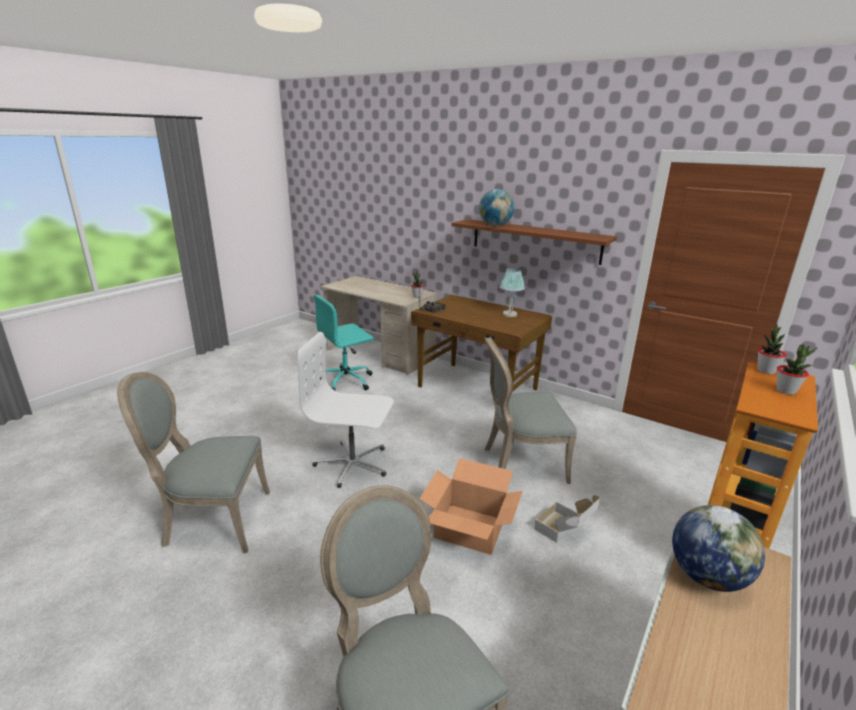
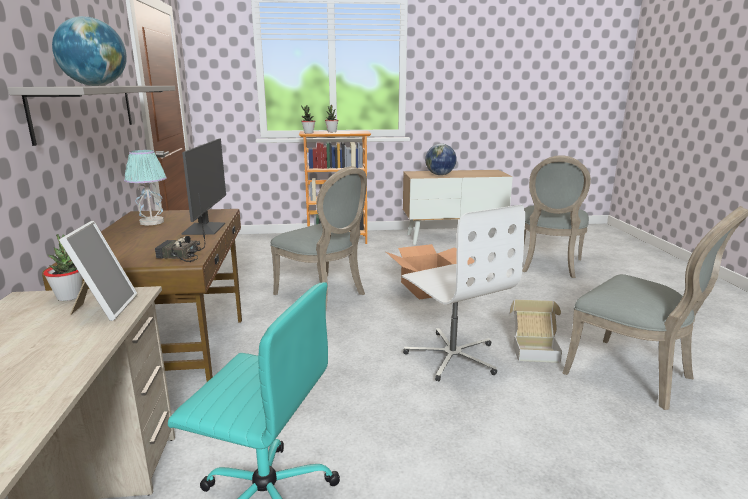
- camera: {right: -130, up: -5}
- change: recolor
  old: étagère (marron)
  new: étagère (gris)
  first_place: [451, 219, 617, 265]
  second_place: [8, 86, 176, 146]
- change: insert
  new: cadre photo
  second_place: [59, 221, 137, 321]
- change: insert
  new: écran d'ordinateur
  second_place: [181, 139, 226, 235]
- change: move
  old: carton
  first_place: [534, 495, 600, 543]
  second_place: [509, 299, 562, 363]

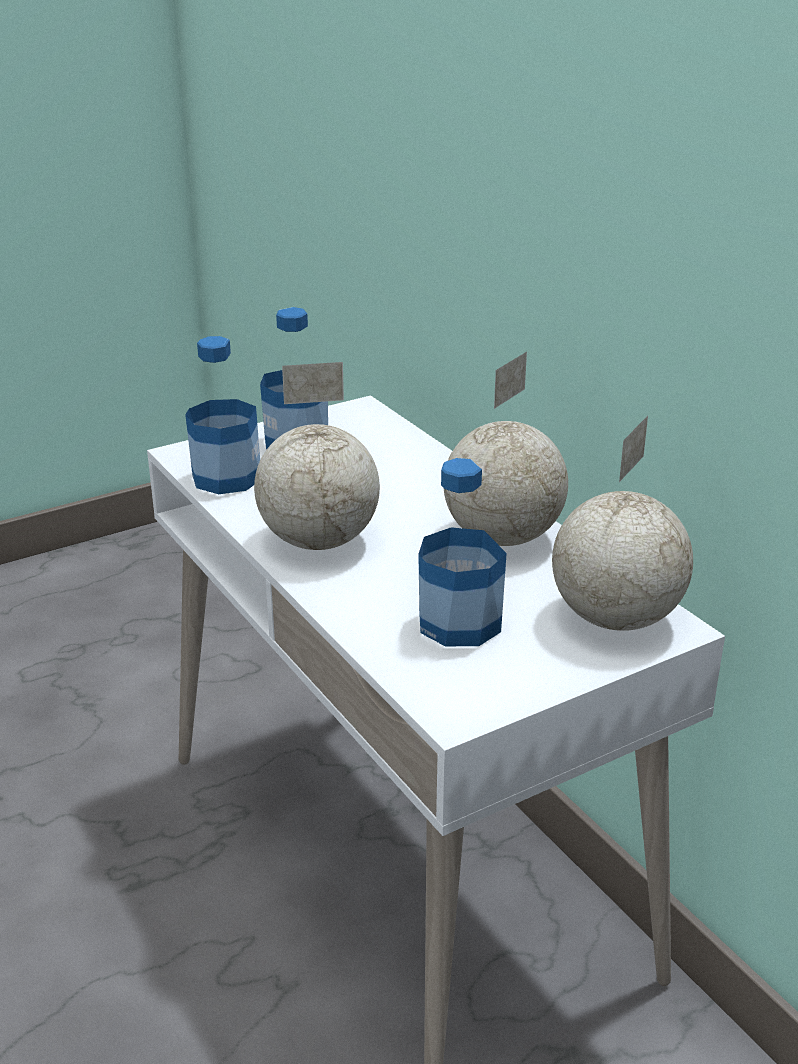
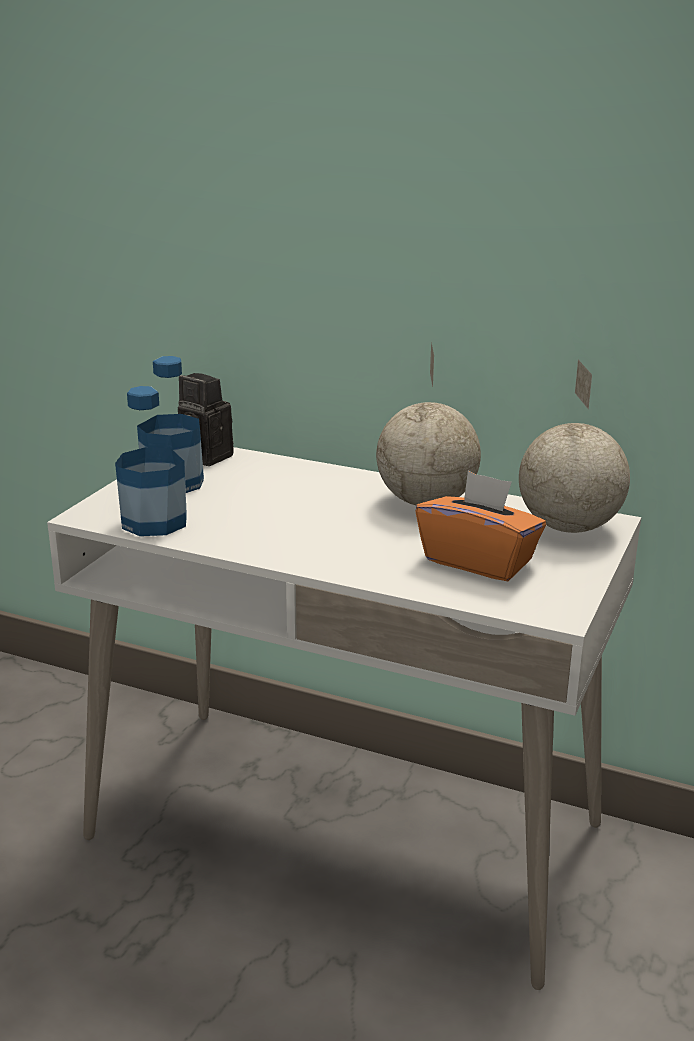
- camera: {right: -35, up: -5}
- change: insert
  new: appareil photo
  second_place: [178, 373, 234, 466]
- change: replace
  old: bouteille
  new: boîte à mouchoirs (orange)
  first_place: [418, 458, 507, 646]
  second_place: [416, 471, 546, 581]
- change: delete
  old: globe
  first_place: [254, 362, 380, 550]

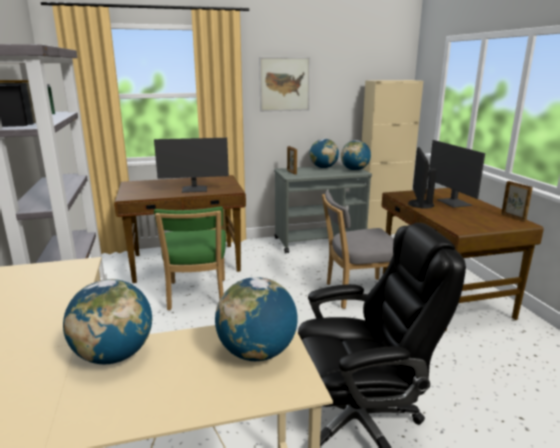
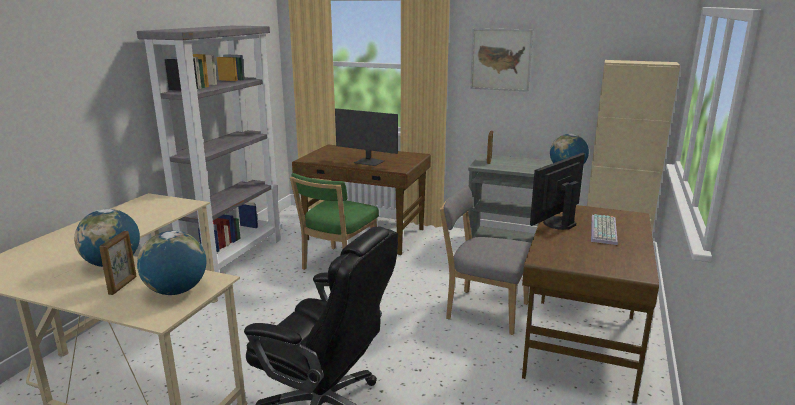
- camera: {right: 35, up: 0}
- change: move
  old: cadre photo
  first_place: [501, 181, 533, 222]
  second_place: [99, 231, 137, 295]
- change: replace
  old: écran d'ordinateur
  new: clavier
  first_place: [428, 140, 485, 208]
  second_place: [591, 214, 618, 245]
- change: delete
  old: globe
  first_place: [310, 139, 339, 168]

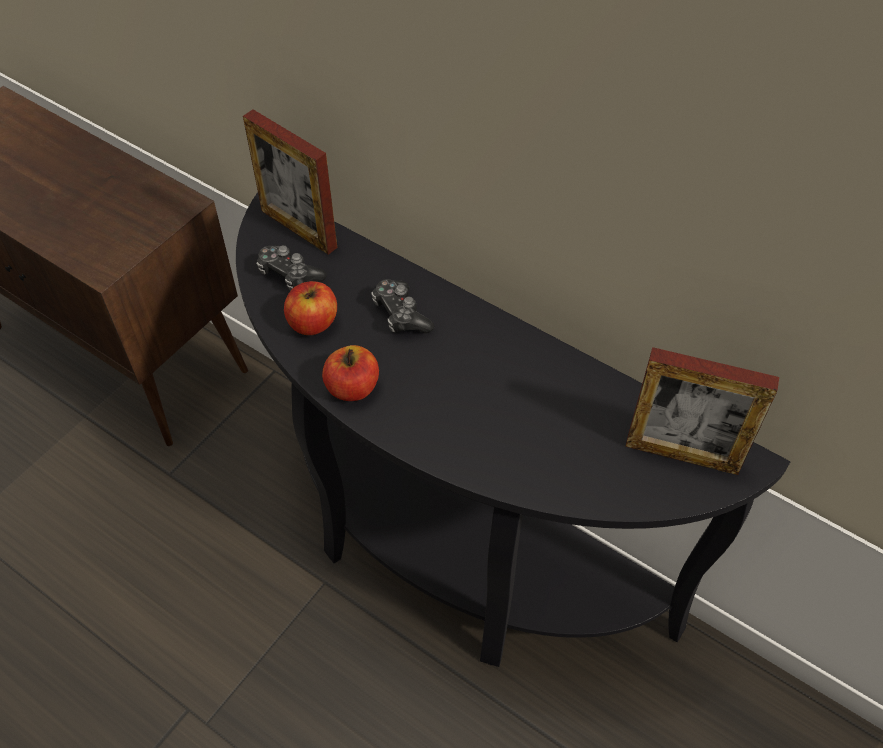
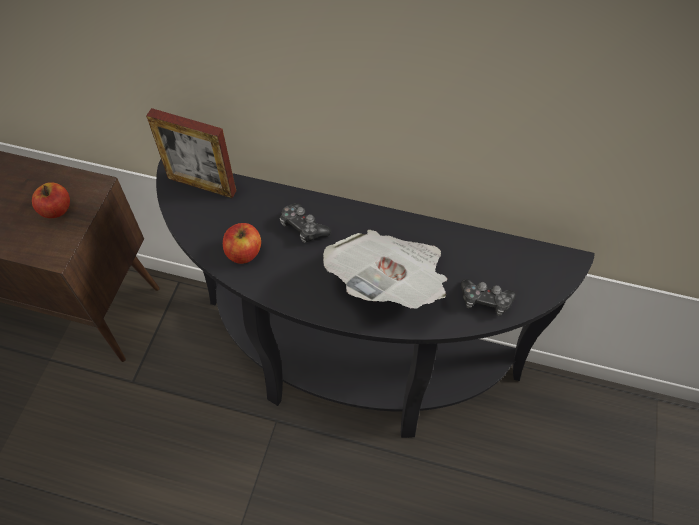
- camera: {right: -20, up: 5}
- change: move
  old: pomme
  first_place: [322, 345, 379, 401]
  second_place: [32, 182, 70, 218]
- change: insert
  new: journal
  second_place: [323, 230, 447, 308]
- change: move
  old: manette
  first_place: [256, 245, 327, 291]
  second_place: [461, 279, 516, 316]
- change: delete
  old: cadre photo
  first_place: [625, 347, 779, 475]

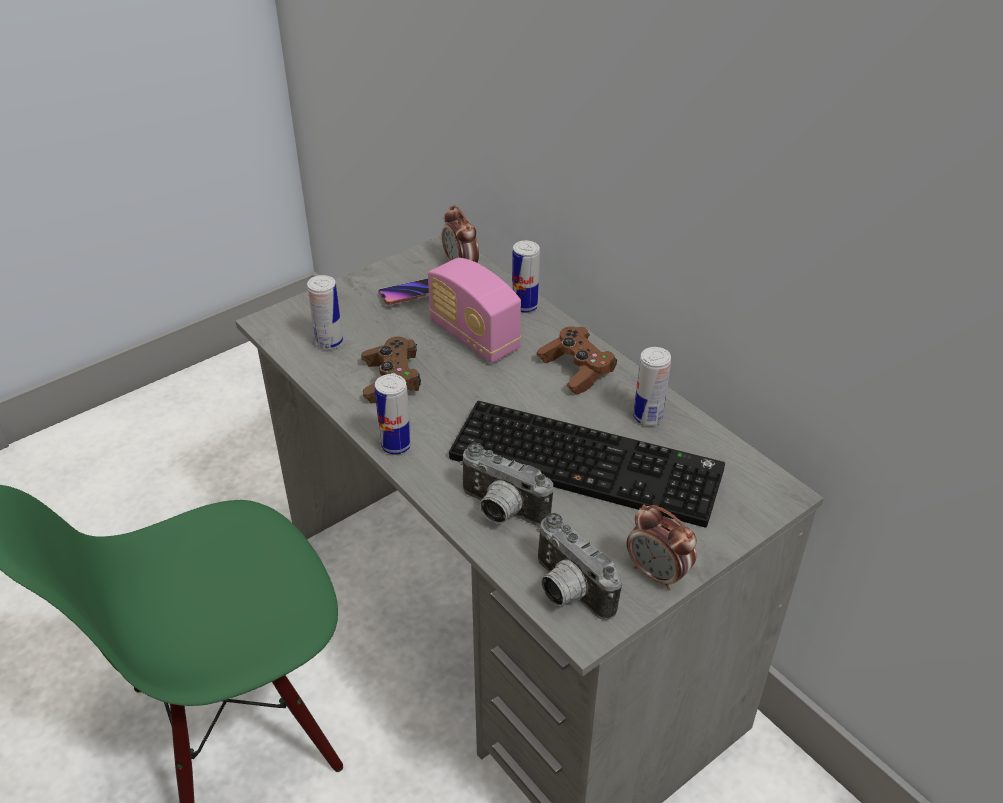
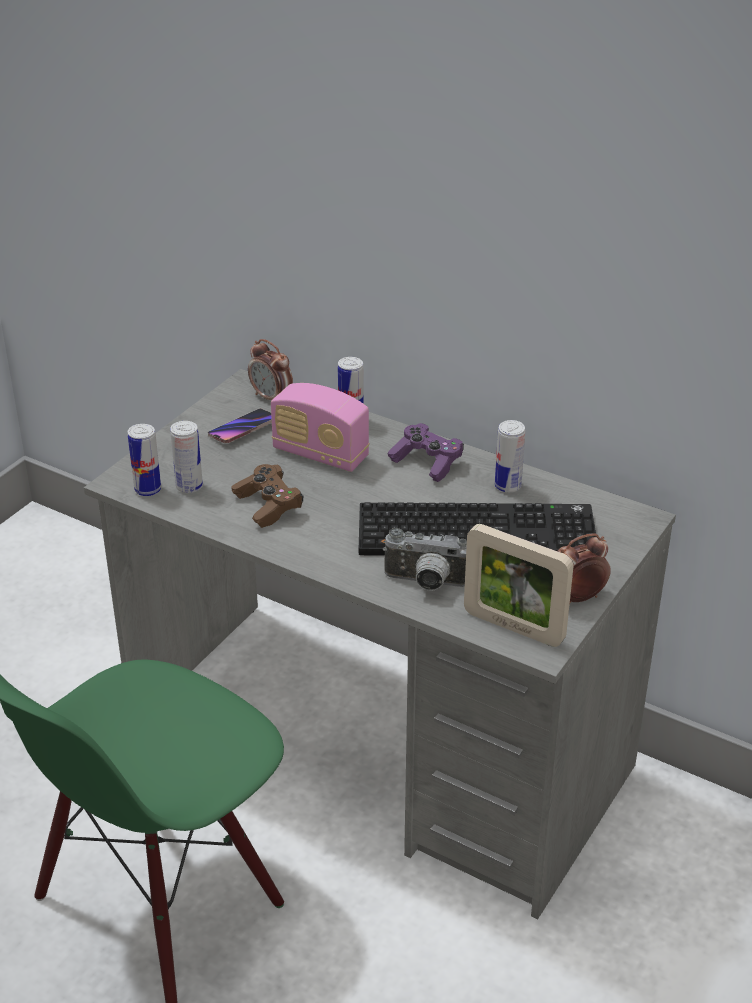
- camera: {right: -20, up: -5}
- change: move
  old: boîte métallique
  first_place: [375, 374, 411, 455]
  second_place: [128, 424, 161, 496]
- change: recolor
  old: manette (marron)
  new: manette (violet)
  first_place: [537, 326, 617, 395]
  second_place: [388, 423, 464, 482]
- change: replace
  old: appareil photo
  new: cadre photo
  first_place: [537, 513, 622, 620]
  second_place: [464, 524, 574, 647]
- change: rotate
  old: réveil
  first_place: [627, 505, 697, 591]
  second_place: [557, 533, 611, 603]
  degrees: 135

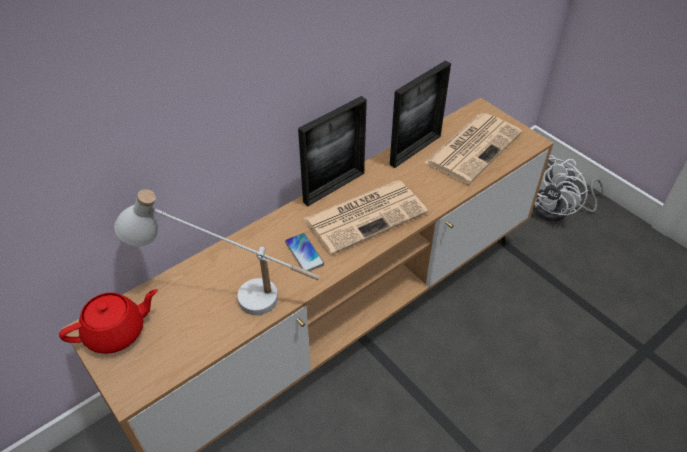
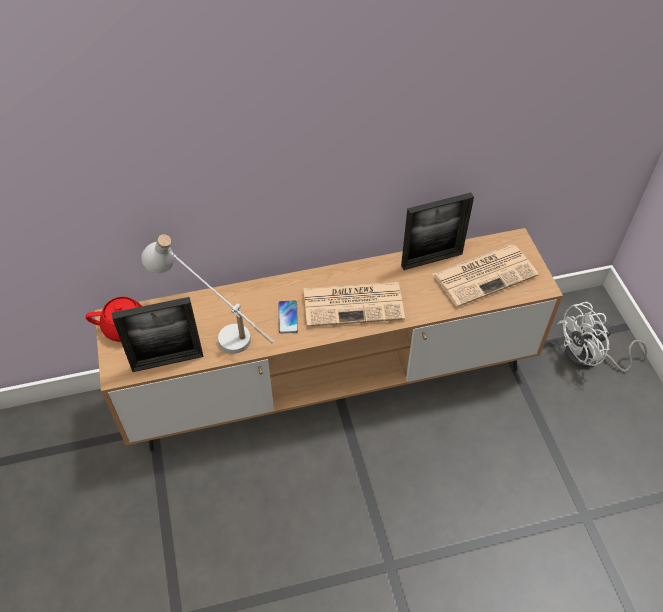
- camera: {right: 25, up: 5}
- change: move
  old: cadre photo
  first_place: [298, 96, 367, 206]
  second_place: [112, 297, 203, 372]

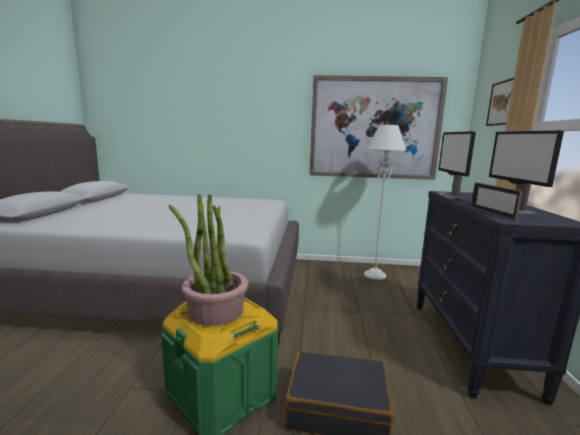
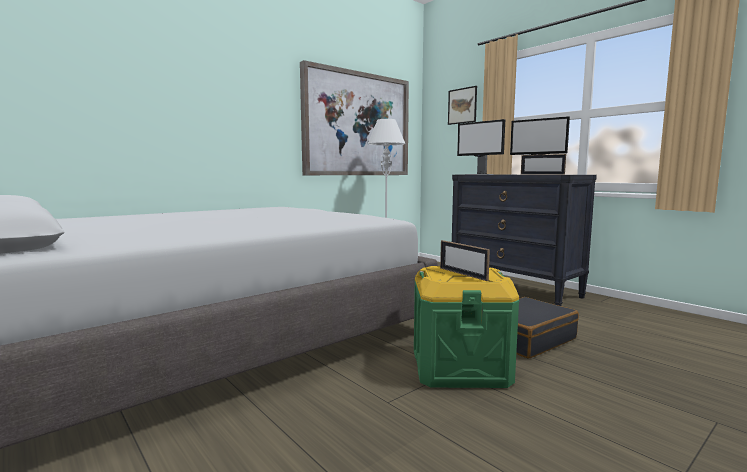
- camera: {right: -45, up: -5}
- change: replace
  old: plante en pot
  new: cadre photo
  first_place: [168, 194, 248, 326]
  second_place: [440, 240, 490, 281]

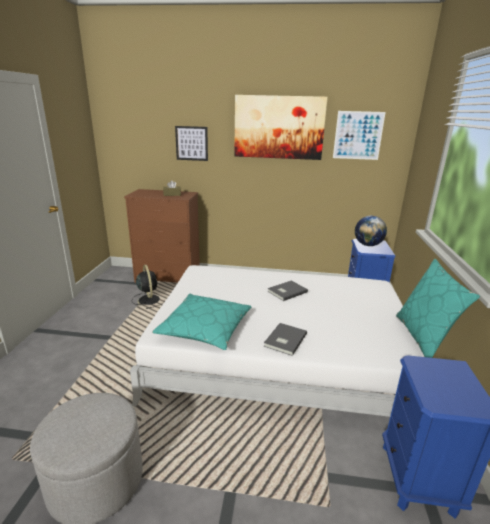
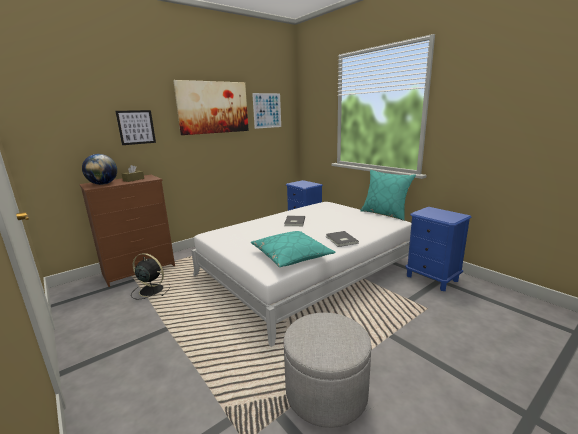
- camera: {right: -45, up: -5}
- change: move
  old: globe
  first_place: [355, 216, 387, 246]
  second_place: [82, 154, 117, 185]

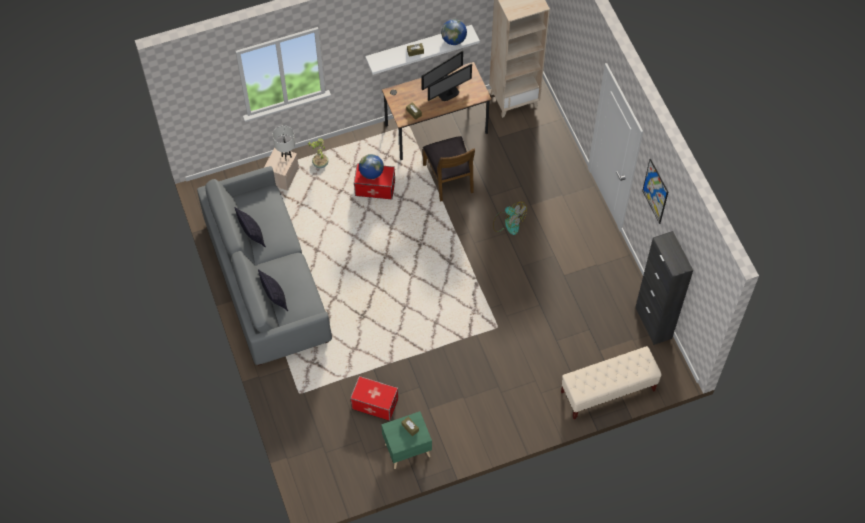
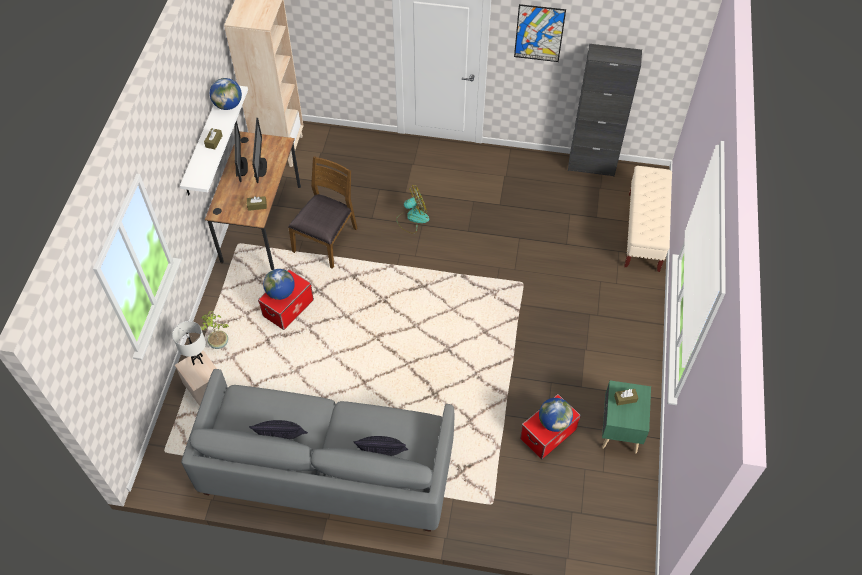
- camera: {right: -60, up: -5}
- change: rotate
  old: chaise (marron)
  first_place: [423, 136, 475, 202]
  second_place: [288, 156, 358, 269]
  degrees: -75
- change: insert
  new: globe
  second_place: [539, 398, 573, 432]

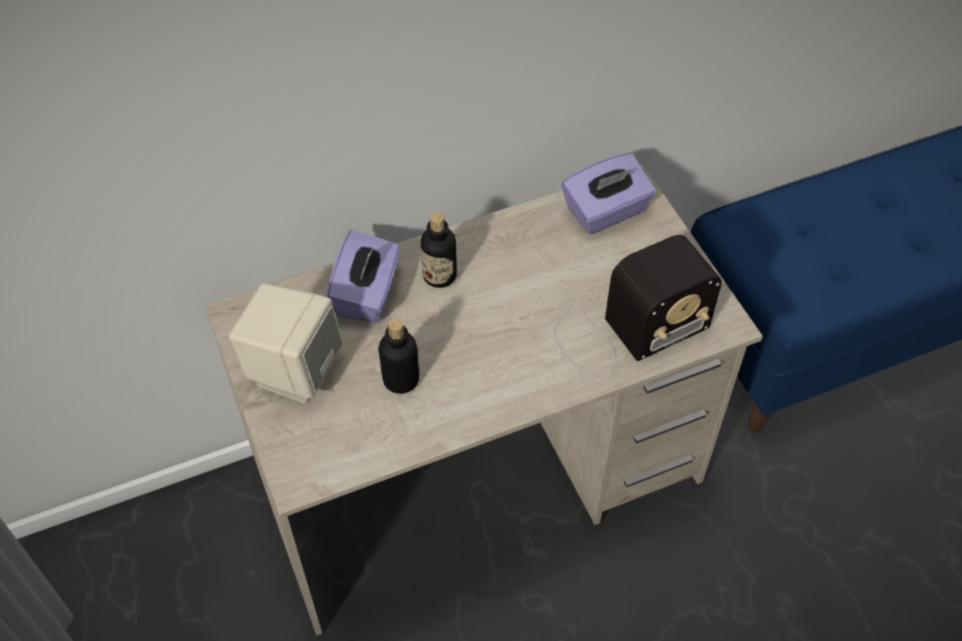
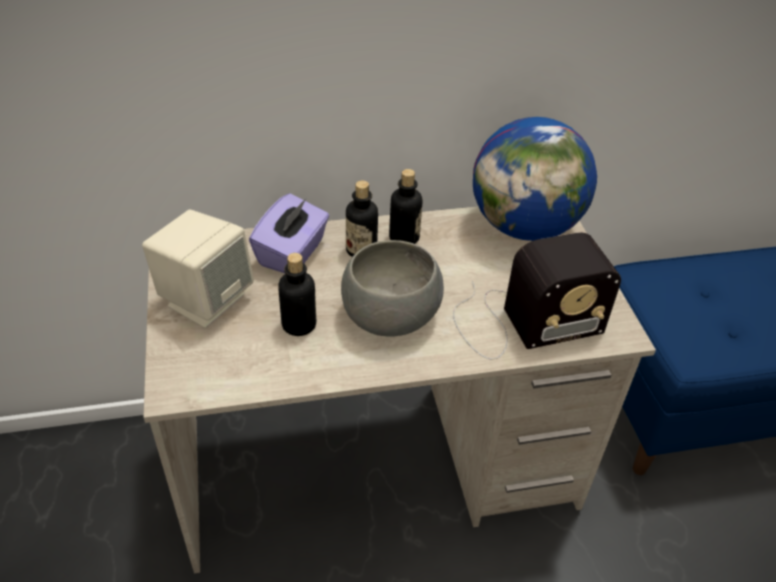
- camera: {right: 10, up: -10}
- change: insert
  new: bol (gris)
  second_place: [341, 240, 444, 337]
- change: insert
  new: bouteille
  second_place: [389, 169, 422, 244]
- change: replace
  old: boîte à mouchoirs (violet)
  new: globe
  first_place: [562, 153, 656, 234]
  second_place: [473, 117, 597, 241]

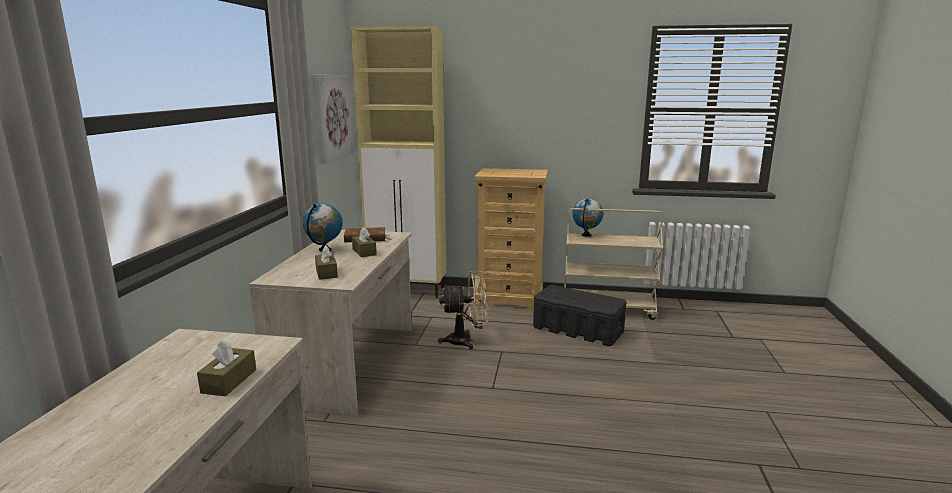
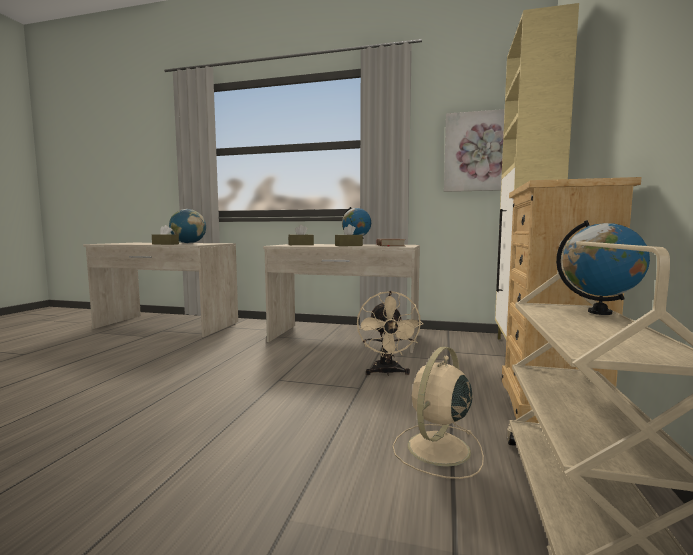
- camera: {right: 95, up: -10}
- change: insert
  new: globe
  second_place: [169, 209, 206, 244]
- change: replace
  old: boîte de rangement (noir)
  new: ventilateur (beige)
  first_place: [533, 285, 626, 346]
  second_place: [393, 346, 484, 479]

